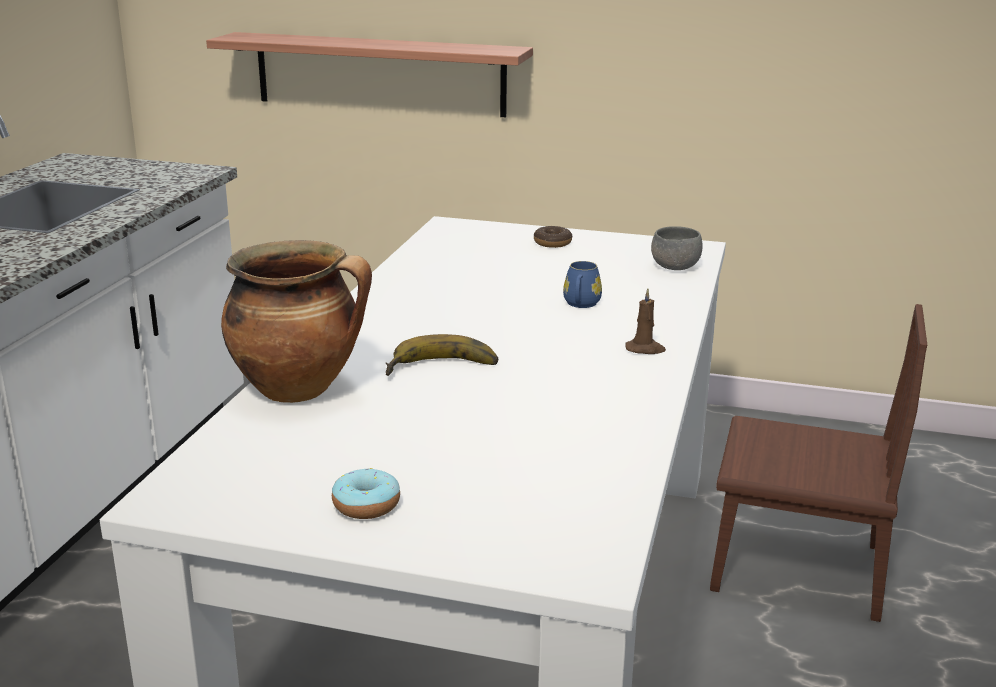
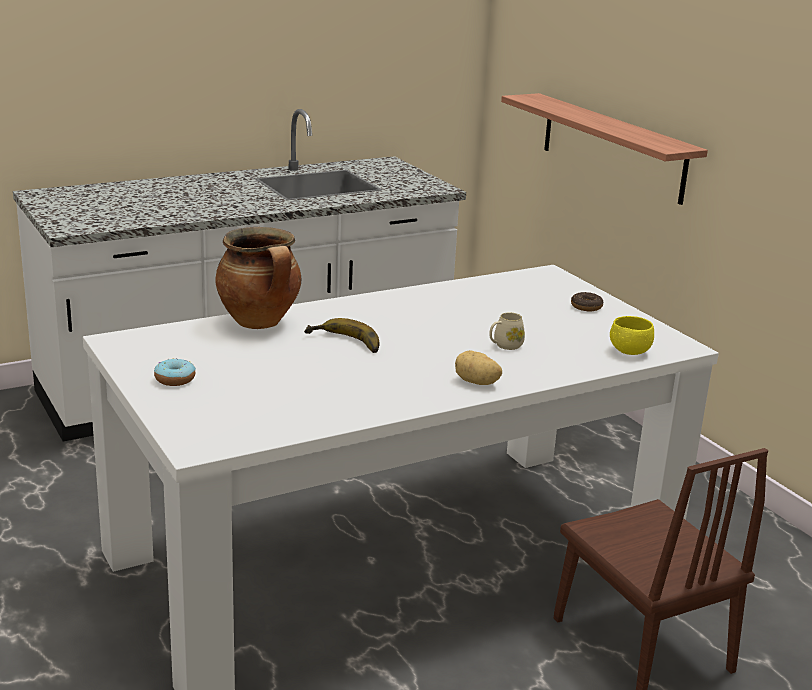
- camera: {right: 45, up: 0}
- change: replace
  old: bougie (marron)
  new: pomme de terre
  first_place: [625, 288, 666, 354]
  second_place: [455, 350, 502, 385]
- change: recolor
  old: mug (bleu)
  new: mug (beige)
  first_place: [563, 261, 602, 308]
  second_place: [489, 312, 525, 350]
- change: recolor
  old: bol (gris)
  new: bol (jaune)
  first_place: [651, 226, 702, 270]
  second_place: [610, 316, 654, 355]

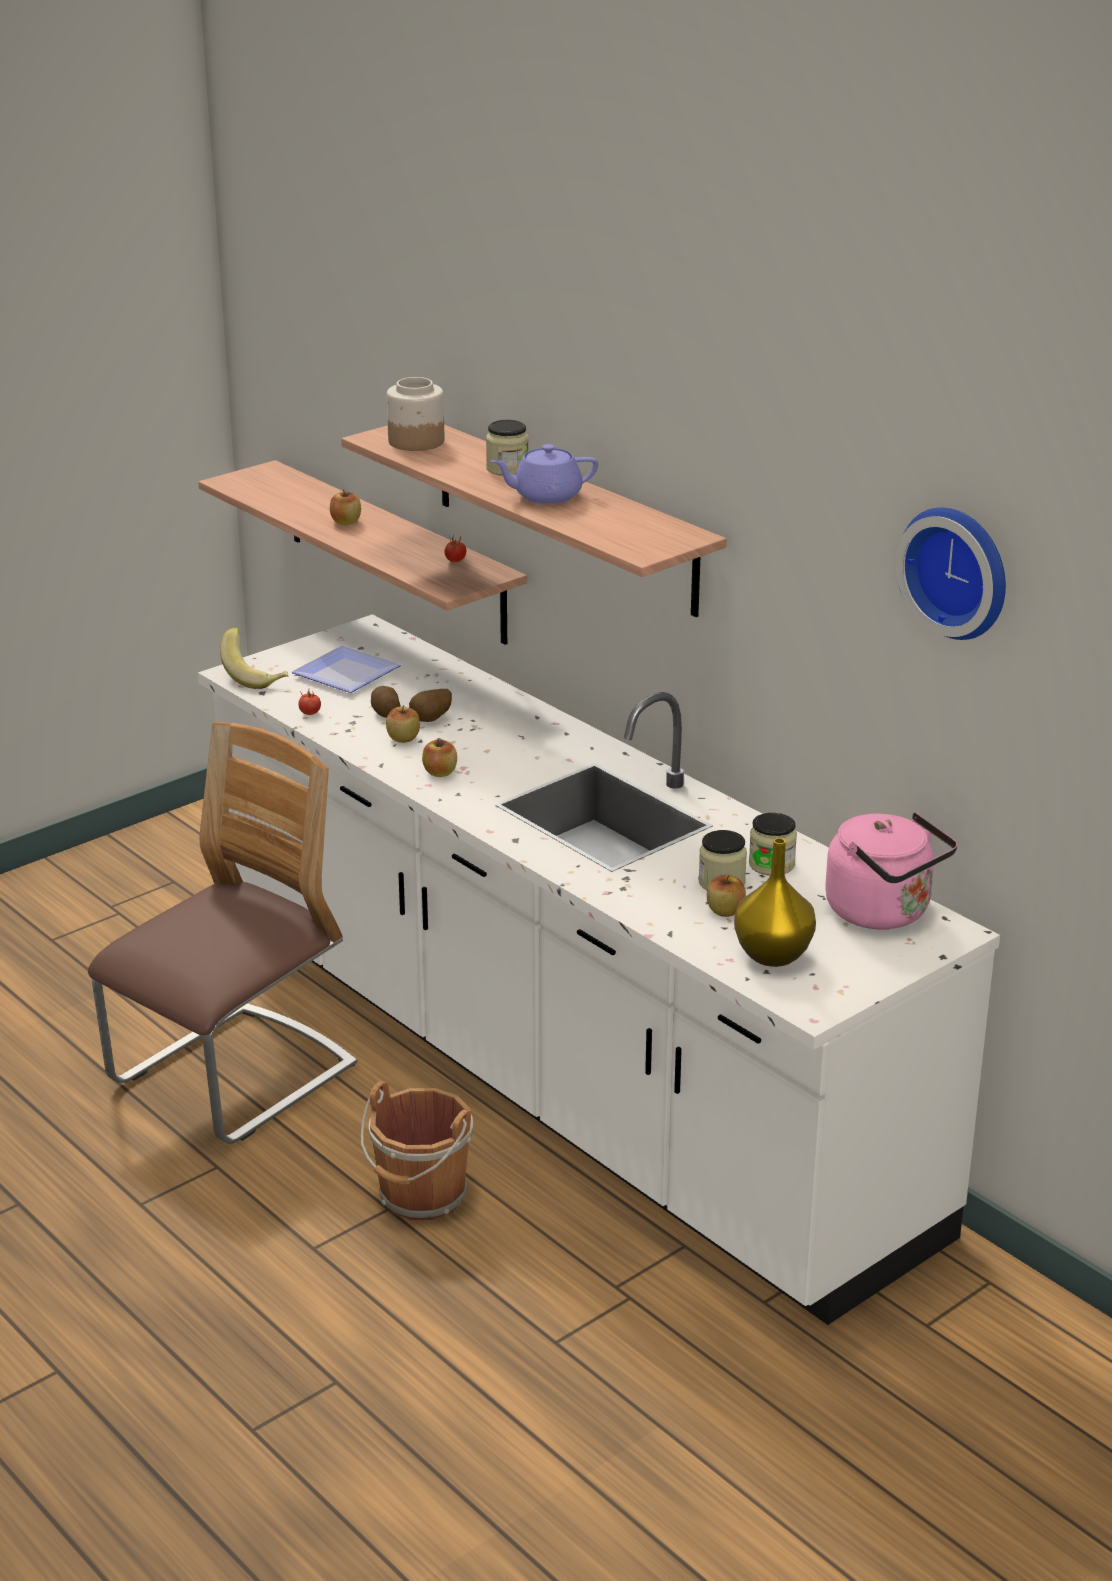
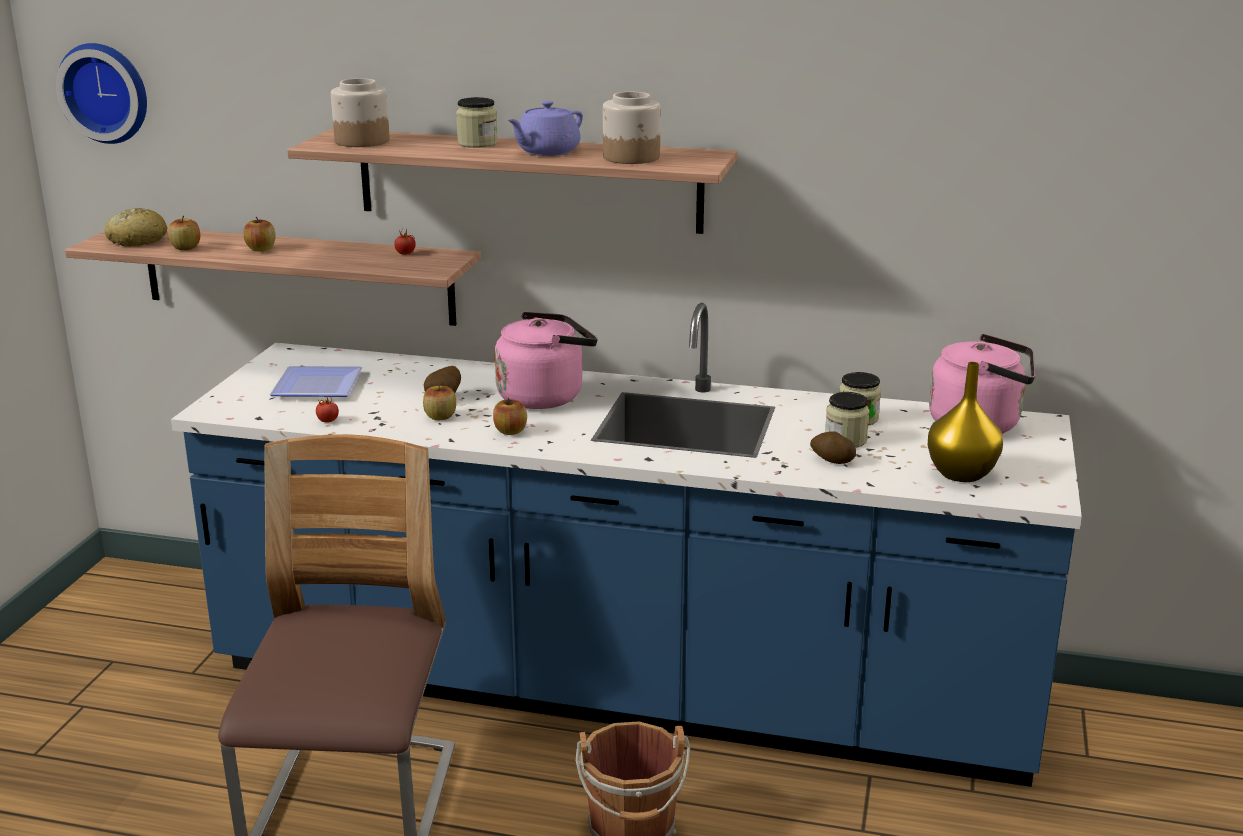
- camera: {right: -35, up: -5}
- change: move
  old: horloge murale
  first_place: [896, 508, 1006, 640]
  second_place: [56, 43, 147, 144]
- change: insert
  new: pain
  second_place: [105, 208, 167, 247]
- change: move
  old: pomme
  first_place: [707, 875, 746, 917]
  second_place: [168, 215, 200, 250]
- change: recolor
  old: comptoir de cuisine (blanc)
  new: comptoir de cuisine (bleu)
  first_place: [198, 614, 1000, 1325]
  second_place: [171, 303, 1082, 787]
- change: insert
  new: bouilloire (rose)
  second_place: [495, 312, 597, 409]
- change: insert
  new: bocal
  second_place: [603, 92, 661, 164]
- change: move
  old: pomme de terre
  first_place: [371, 686, 400, 718]
  second_place: [810, 431, 856, 464]
- change: delete
  old: banane
  first_place: [220, 628, 288, 689]

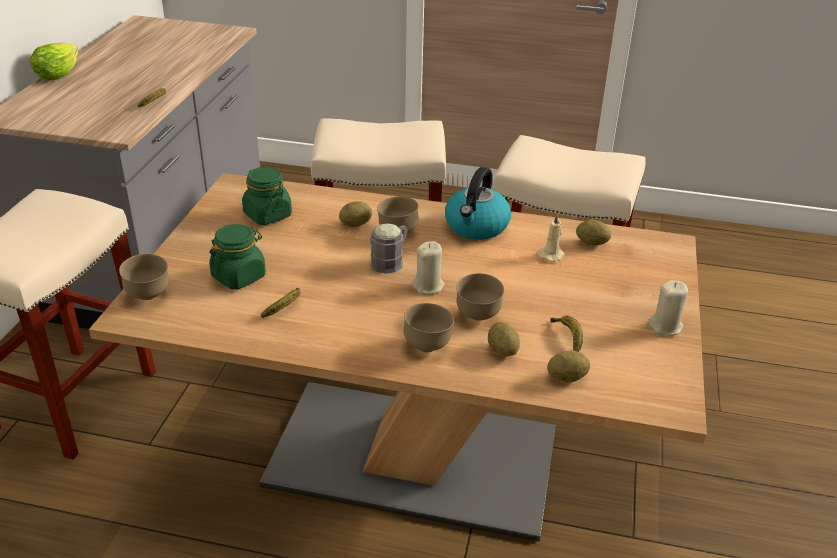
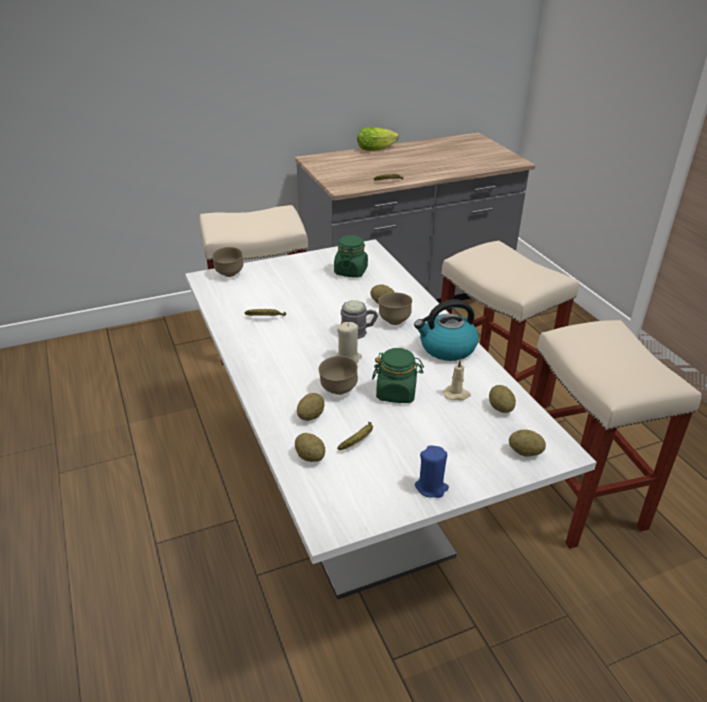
- camera: {right: 55, up: 0}
- change: recolor
  old: table à manger (marron)
  new: table à manger (blanc)
  first_place: [89, 173, 707, 542]
  second_place: [185, 239, 597, 600]
- change: move
  old: bocal (vert)
  first_place: [209, 224, 266, 289]
  second_place: [372, 348, 424, 403]
- change: recolor
  old: bougie (beige)
  new: bougie (bleu)
  first_place: [649, 280, 688, 336]
  second_place: [415, 445, 449, 498]
- change: insert
  new: pomme de terre
  second_place: [509, 429, 546, 457]
- change: delete
  old: bol (marron)
  first_place: [403, 303, 454, 352]

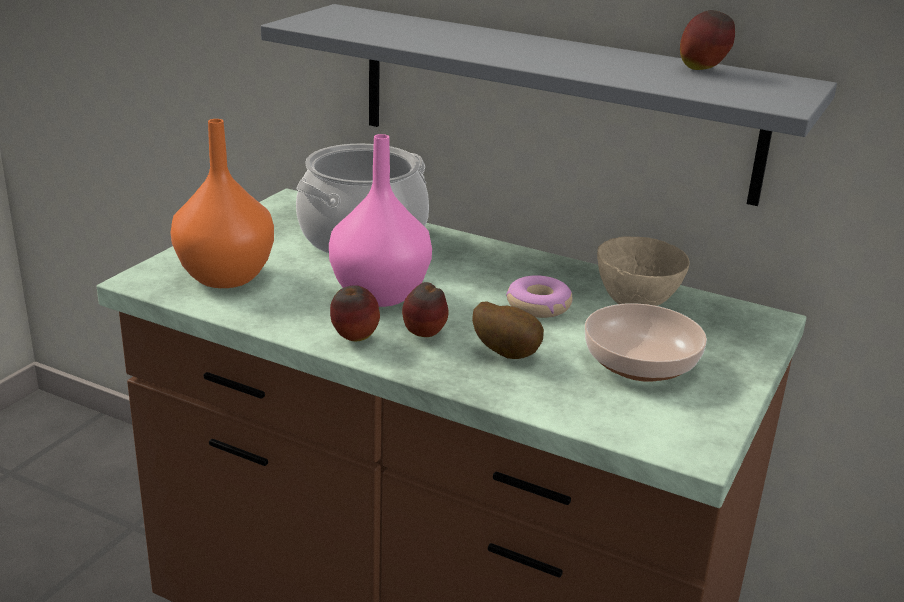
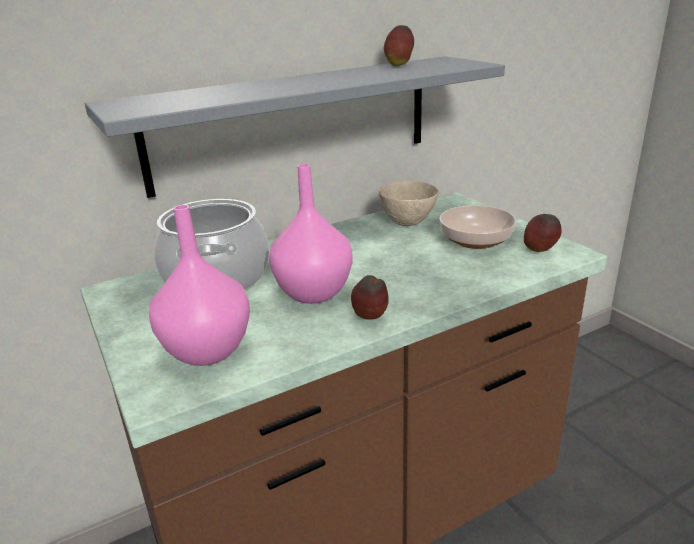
- camera: {right: -55, up: 0}
- change: recolor
  old: vase (orange)
  new: vase (rose)
  first_place: [170, 119, 274, 288]
  second_place: [149, 205, 250, 366]
- change: move
  old: pomme
  first_place: [402, 282, 449, 337]
  second_place: [524, 214, 562, 252]
- change: delete
  old: pomme de terre
  first_place: [472, 301, 544, 359]
- change: delete
  old: beignet
  first_place: [506, 275, 573, 318]

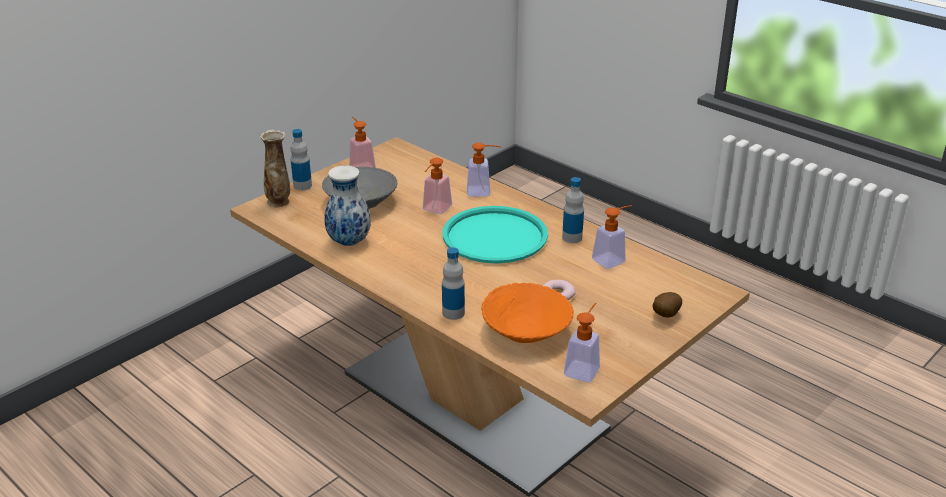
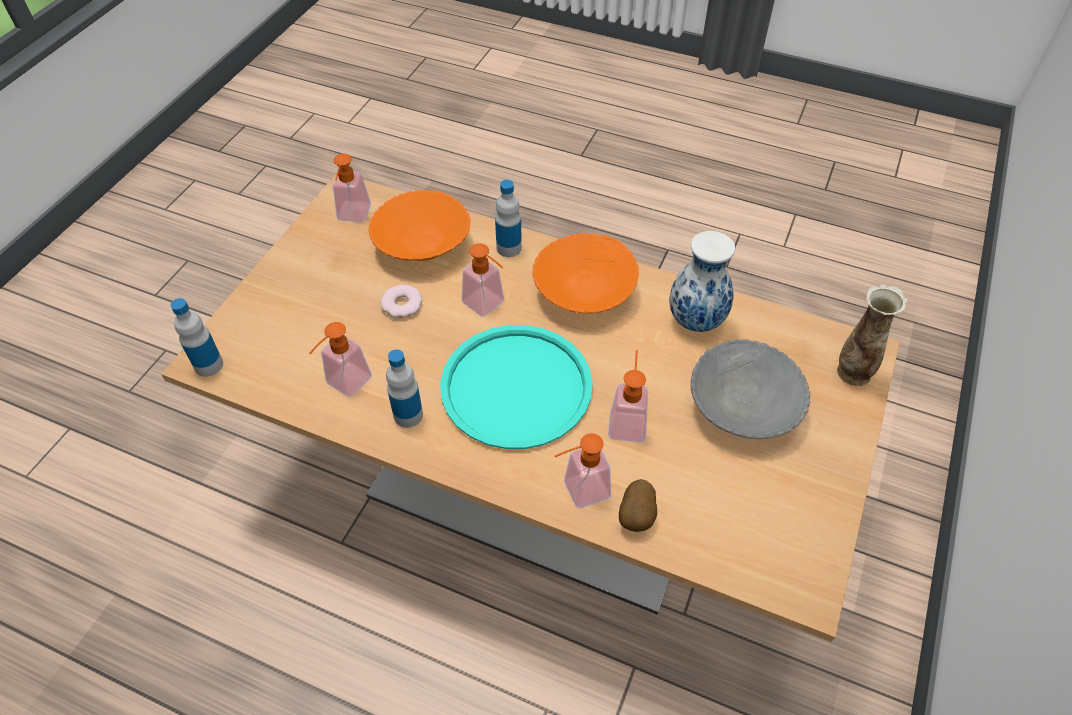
- camera: {right: 160, up: 20}
- change: move
  old: bouteille
  first_place: [290, 129, 312, 191]
  second_place: [171, 298, 223, 377]
- change: move
  old: distributeur de savon
  first_place: [349, 117, 376, 168]
  second_place: [462, 243, 504, 317]
- change: insert
  new: bol (orange)
  second_place: [532, 233, 639, 314]
- change: move
  old: pomme de terre
  first_place: [653, 292, 682, 318]
  second_place: [619, 479, 657, 532]

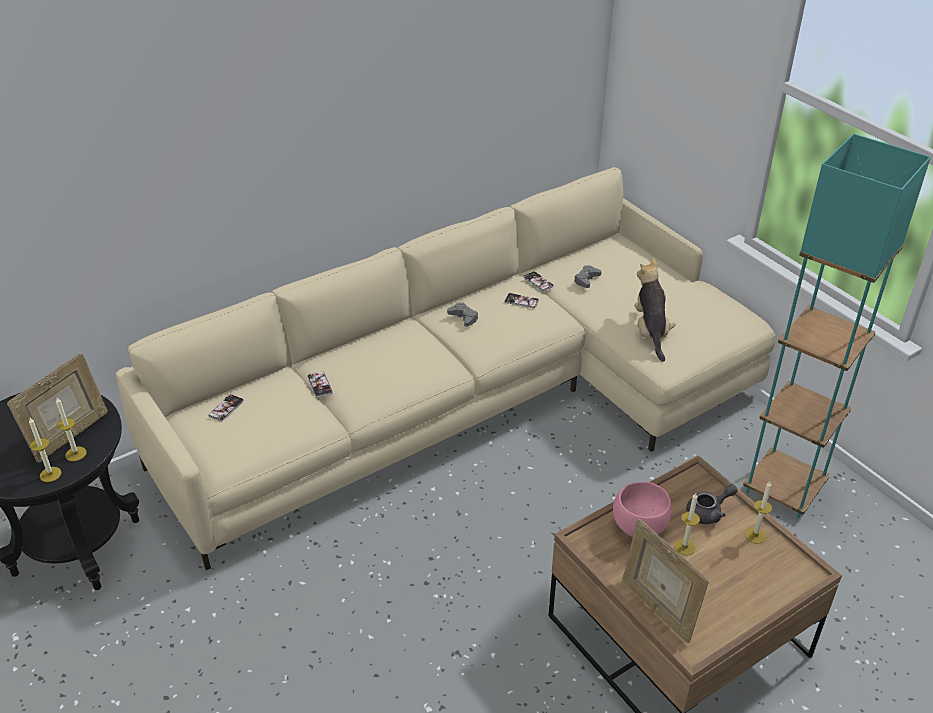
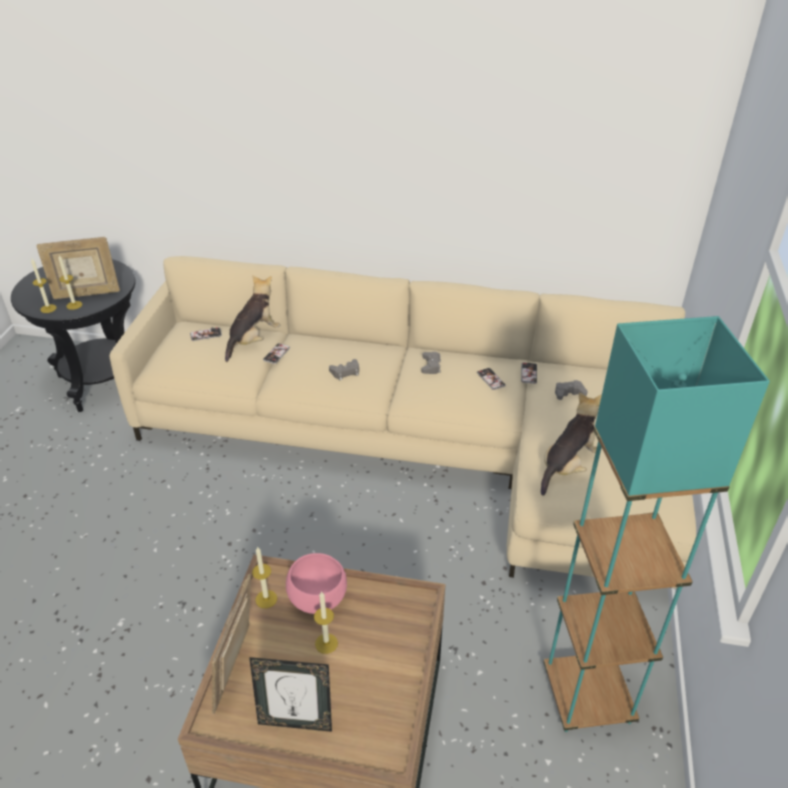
- camera: {right: 45, up: 0}
- change: insert
  new: peluche
  second_place: [225, 275, 280, 362]
- change: insert
  new: cadre photo
  second_place: [249, 657, 332, 732]
- change: move
  old: bougie
  first_place: [745, 481, 772, 544]
  second_place: [252, 546, 277, 608]
- change: insert
  new: manette (gris)
  second_place: [329, 359, 359, 380]
- change: delete
  old: théière (gris)
  first_place: [686, 484, 737, 524]

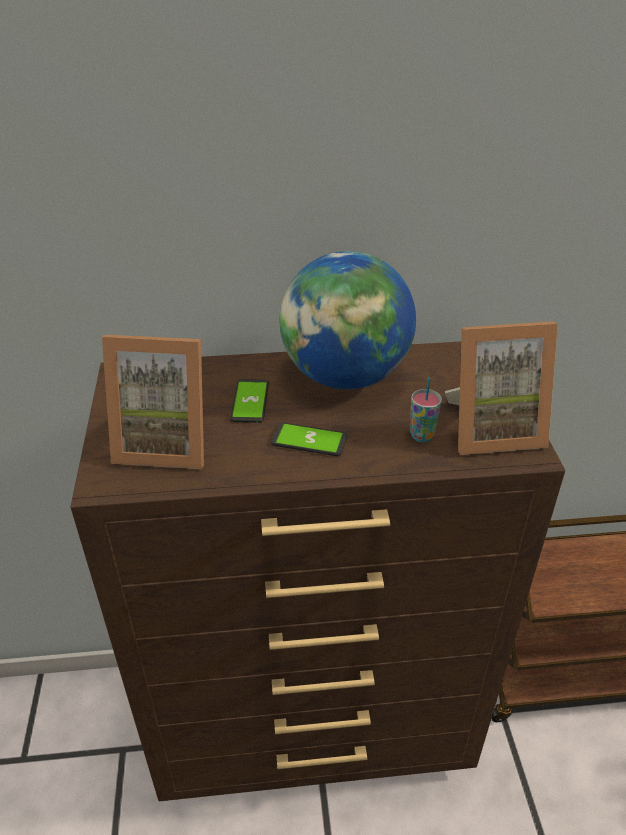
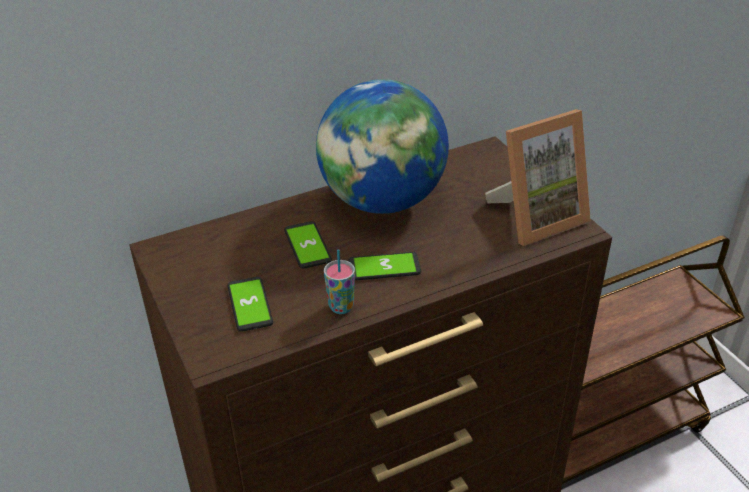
- camera: {right: -20, up: 0}
- change: replace
  old: cadre photo
  new: téléphone
  first_place: [102, 335, 204, 469]
  second_place: [227, 277, 273, 332]
- change: move
  old: tasse
  first_place: [410, 377, 442, 442]
  second_place: [324, 249, 355, 314]

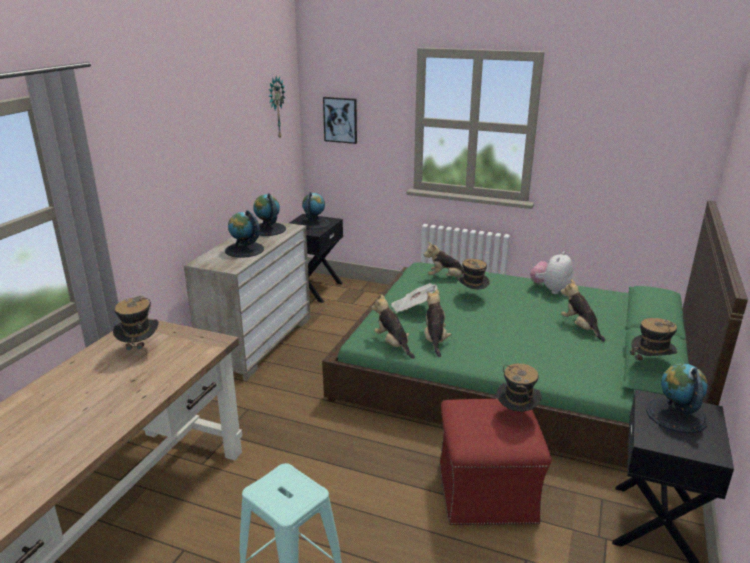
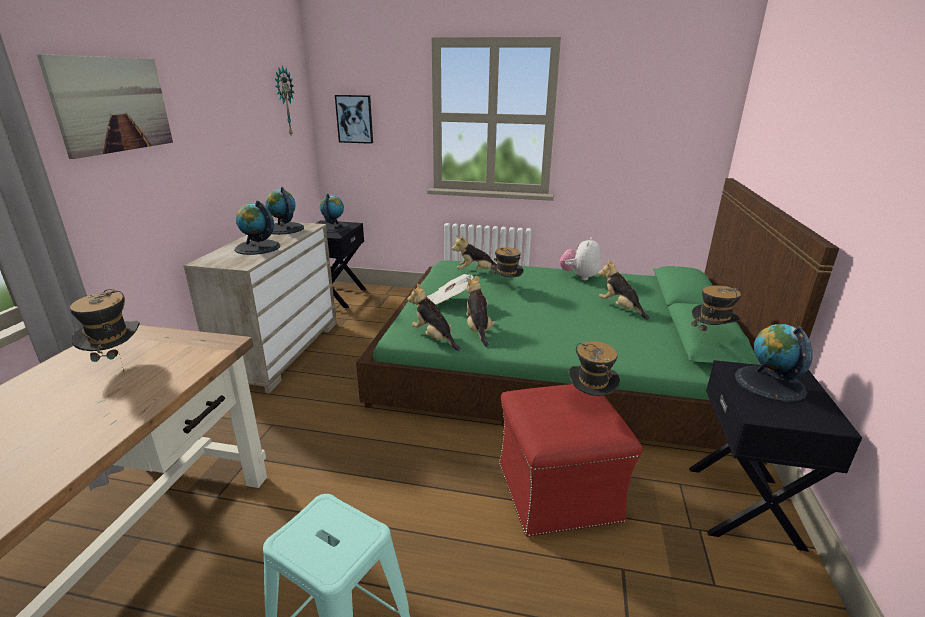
- camera: {right: -10, up: 0}
- change: insert
  new: tableau
  second_place: [37, 54, 173, 159]

